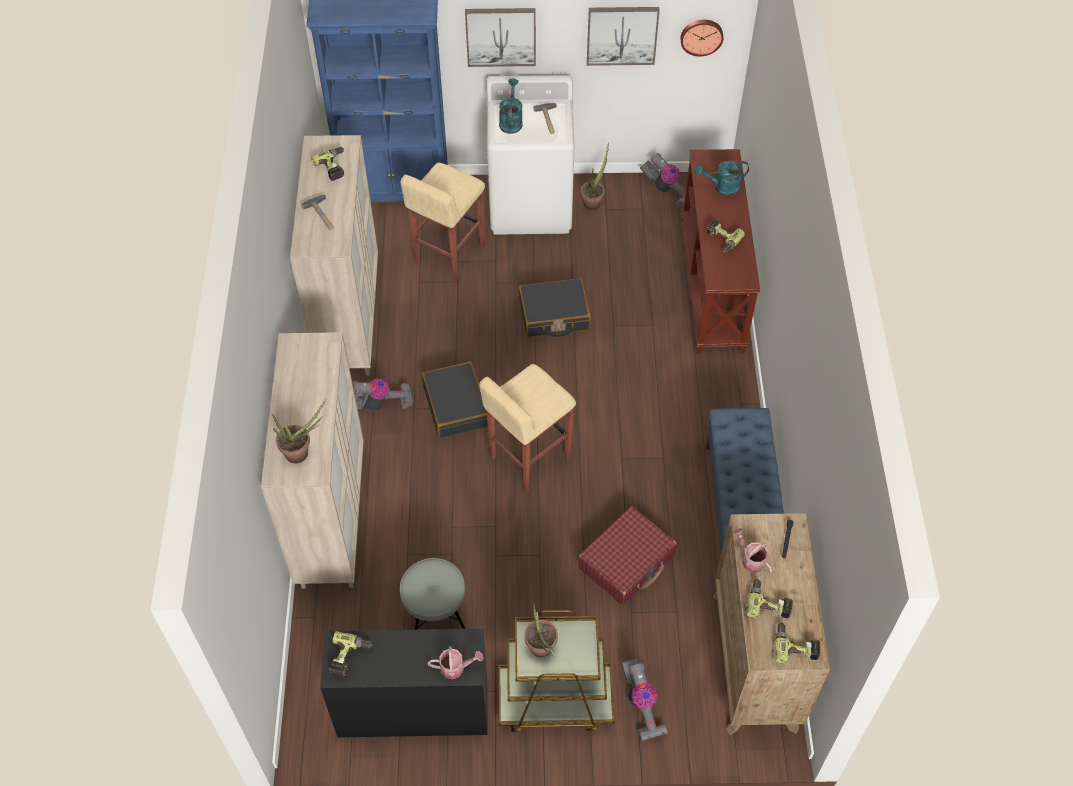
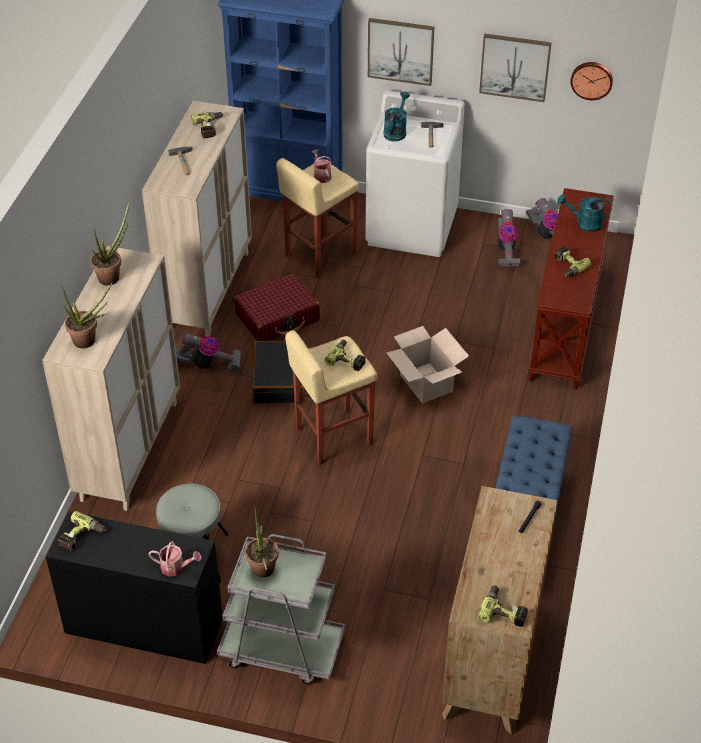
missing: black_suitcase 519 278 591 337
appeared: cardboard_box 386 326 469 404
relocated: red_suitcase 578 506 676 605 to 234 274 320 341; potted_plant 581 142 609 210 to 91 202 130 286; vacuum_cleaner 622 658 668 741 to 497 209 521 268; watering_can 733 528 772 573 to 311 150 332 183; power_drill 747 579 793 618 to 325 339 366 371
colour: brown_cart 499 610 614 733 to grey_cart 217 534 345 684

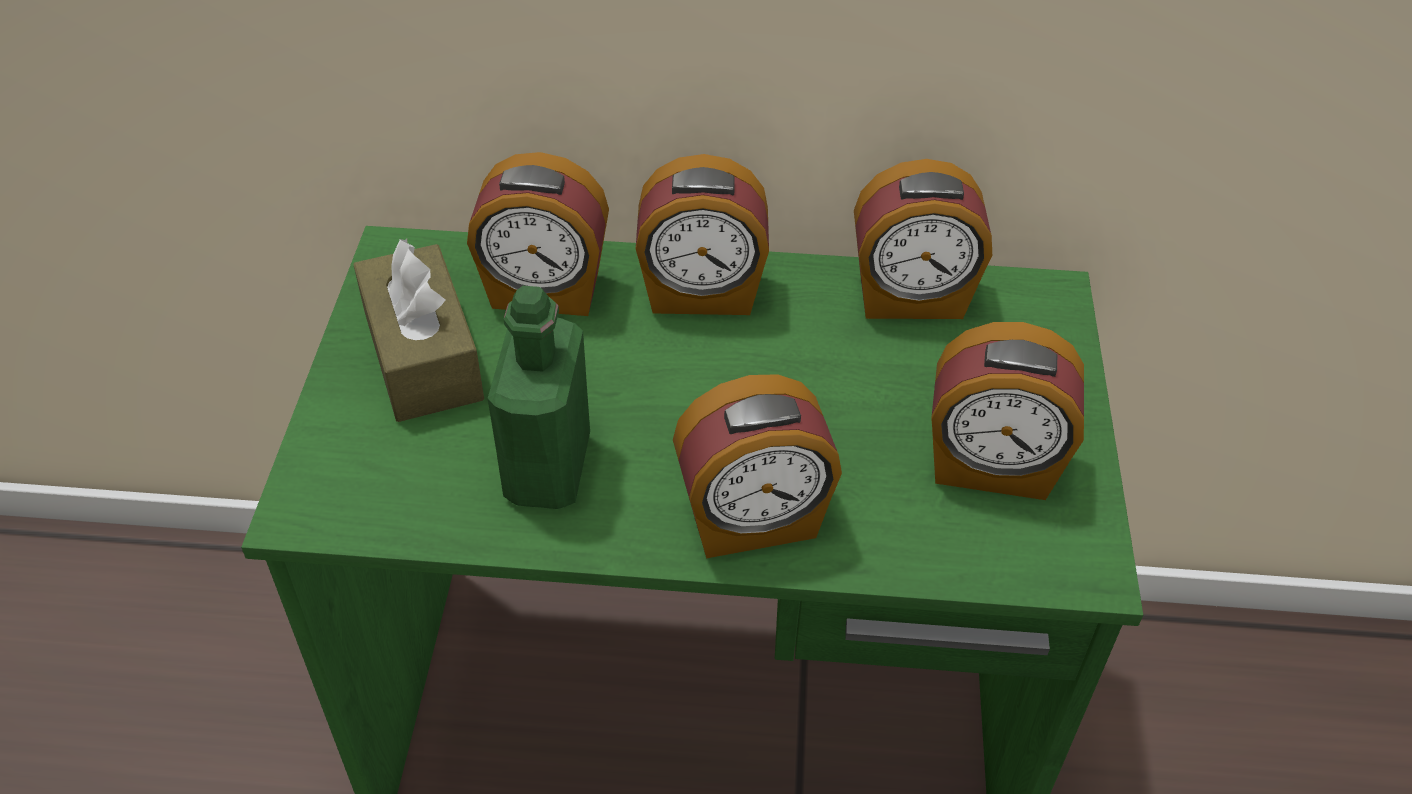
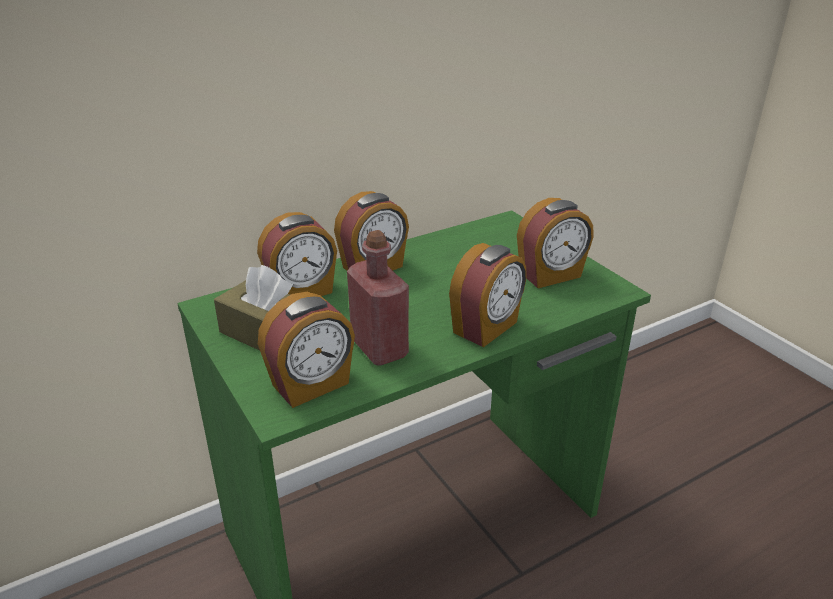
relocated: alarm_clock 854 159 992 319 to 258 292 355 408
colour: green_bottle 488 286 590 509 to red_bottle 347 230 409 366

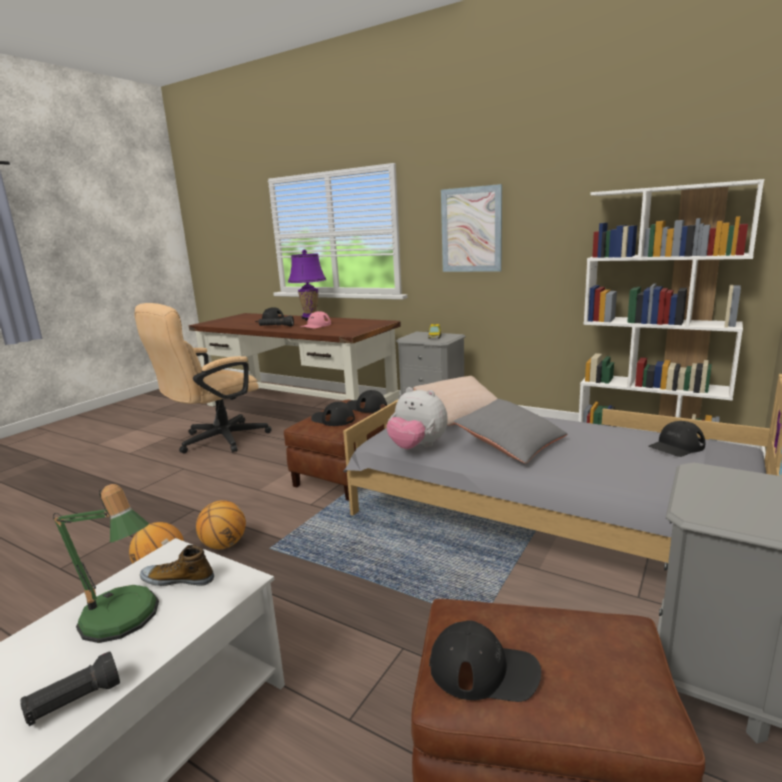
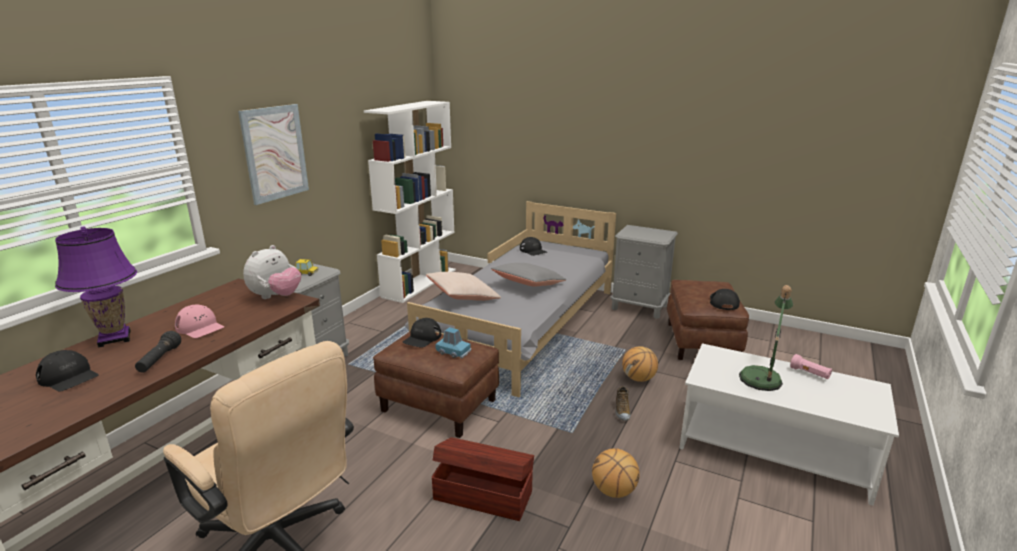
appeared: brown_storage_box 432 437 534 521
relocated: shoe 140 545 214 586 to 615 386 631 421; basketball 196 500 246 549 to 622 346 658 382; plush_toy 386 387 448 449 to 243 245 301 299
exchanged: black_cap 311 402 355 426 to blue_toy_car 435 327 471 359
colour: black_flashlight 20 652 120 726 to pink_flashlight 790 354 832 379

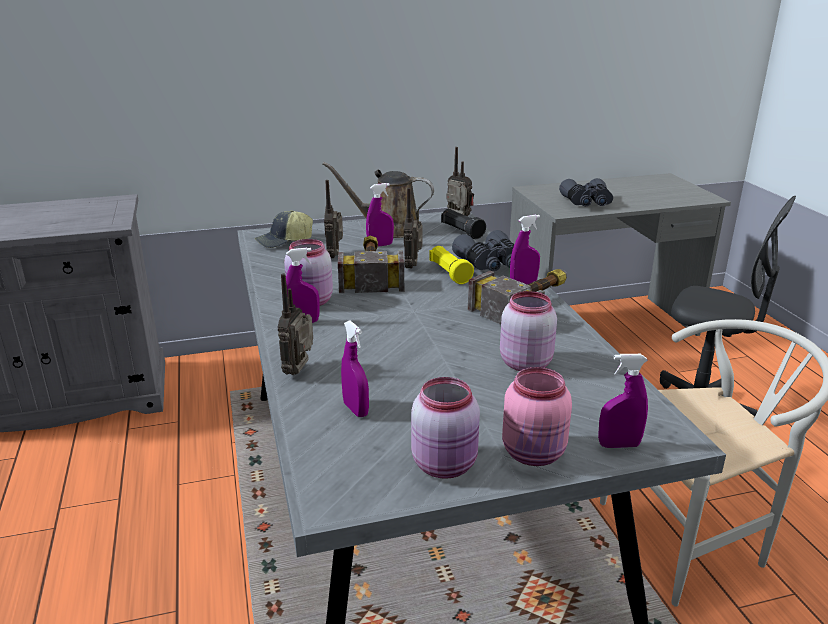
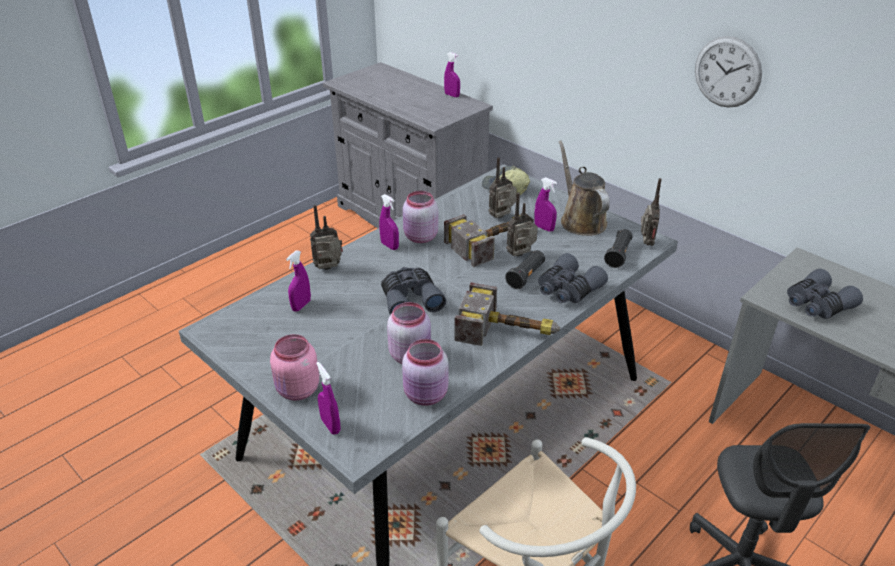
appeared: grey_binoculars 381 267 446 315; wall_clock 695 36 762 108
relocated: pink_jar 411 377 480 479 to 402 339 448 406; purple_spray_bottle 510 215 540 284 to 444 52 460 97
colour: yellow_flashlight 429 246 474 284 to black_flashlight 505 250 545 289

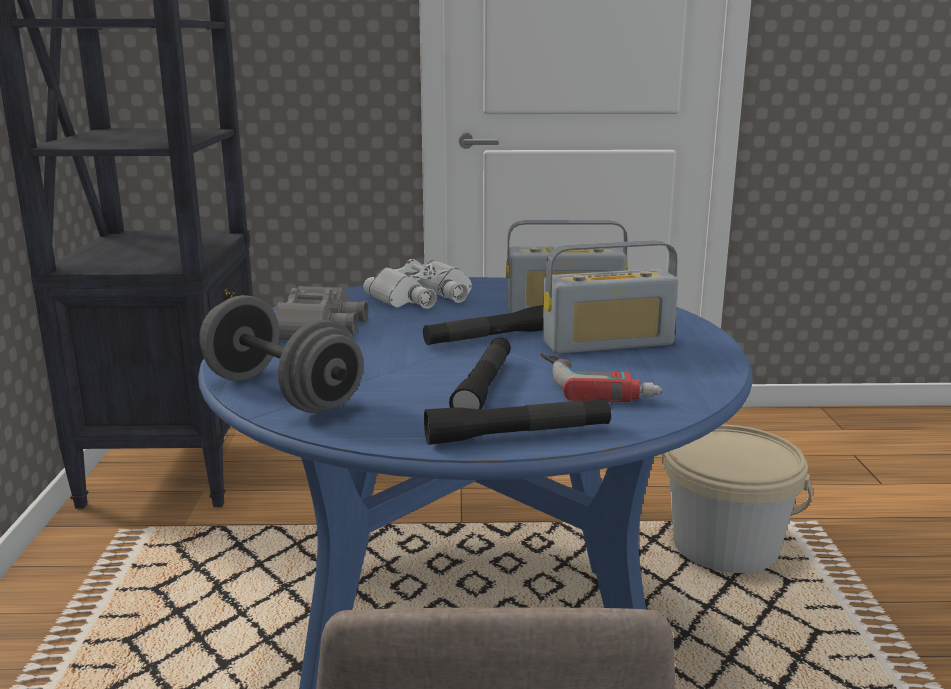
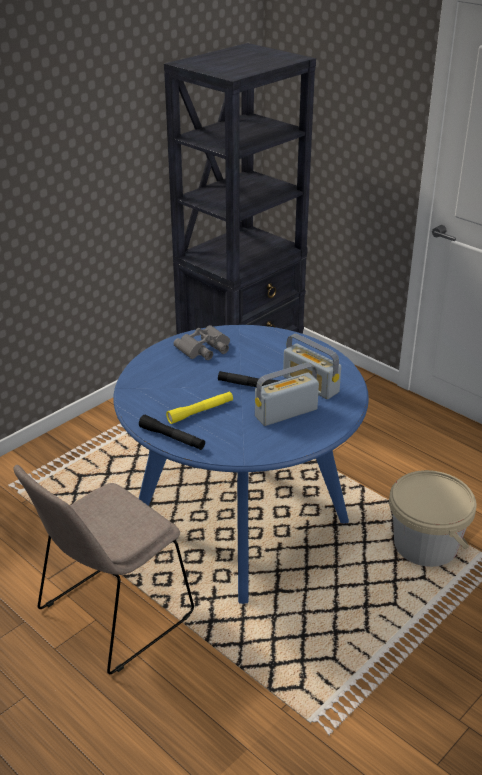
missing: grey_dumbbell 199 295 364 413; white_binoculars 364 259 472 309; power_drill 540 353 662 402
colour: black_flashlight 449 337 511 409 to yellow_flashlight 166 391 233 424
spun: radio 543 240 678 354 = 255 363 319 426 120 degrees clockwise

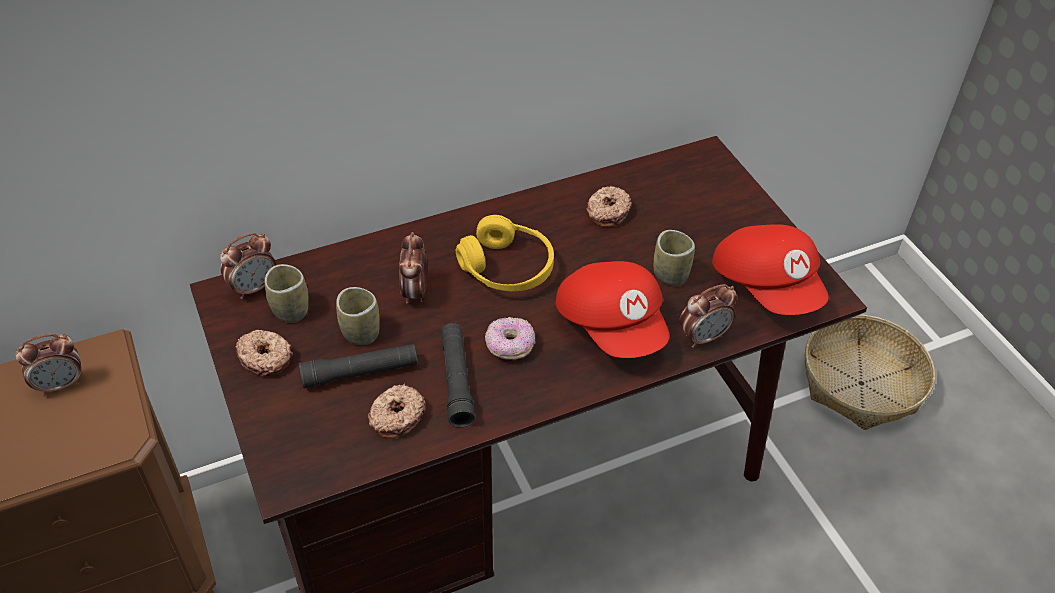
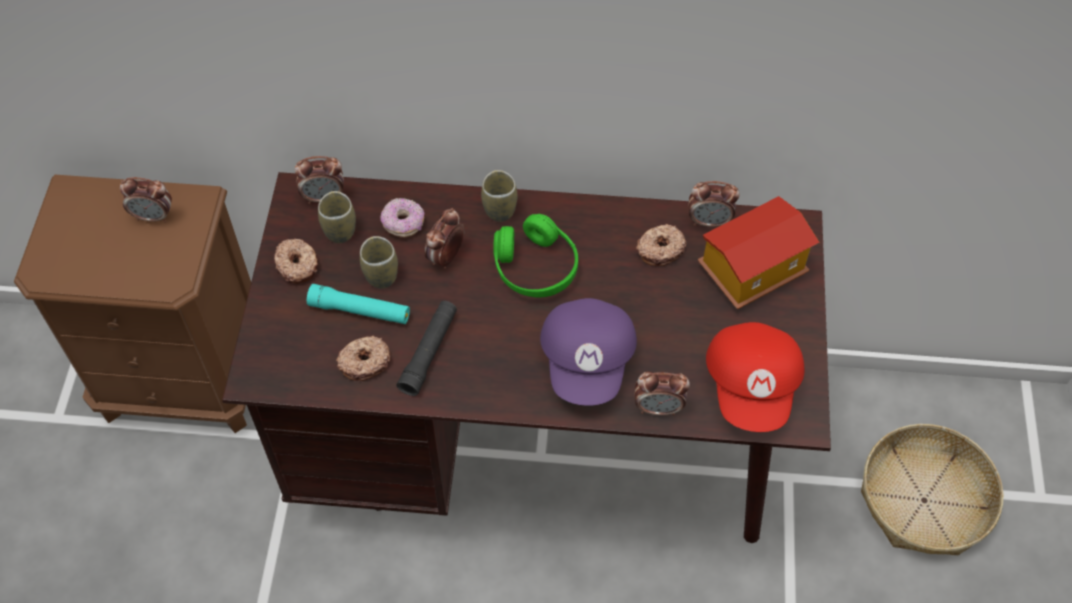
appeared: alarm_clock 688 181 740 227; toy_house 698 196 819 309
relocated: donut 485 317 535 360 to 380 198 424 237; cup 654 230 695 286 to 481 170 517 222
colour: black_flashlight 299 344 417 388 to turquoise_flashlight 307 284 410 324; yellow_headphones 456 215 554 292 to green_headphones 493 214 578 298; red_cap 556 261 670 358 to purple_cap 540 298 637 406

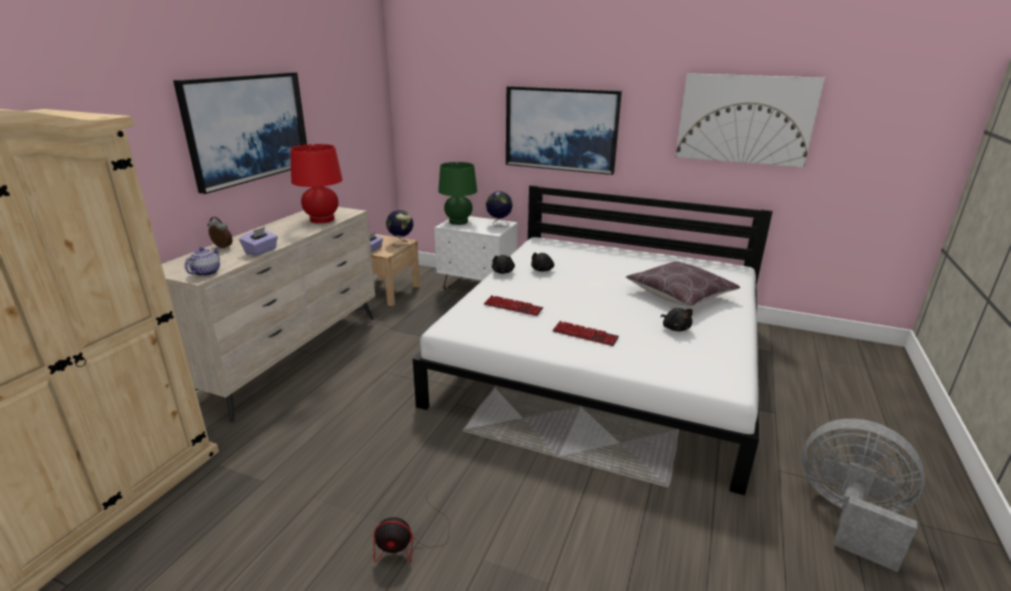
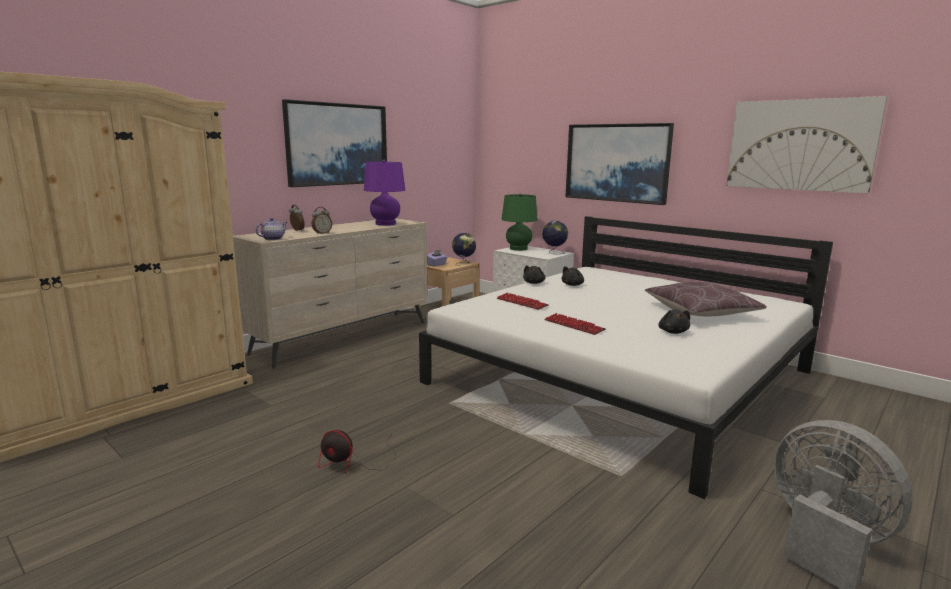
exchanged: purple_tissue_box 239 227 278 256 to alarm_clock 312 207 332 235
colour: red_table_lamp 290 144 343 223 to purple_table_lamp 364 160 405 226

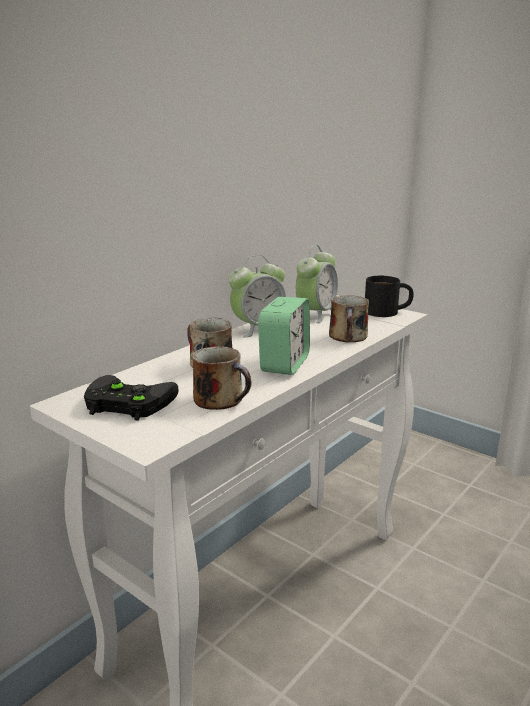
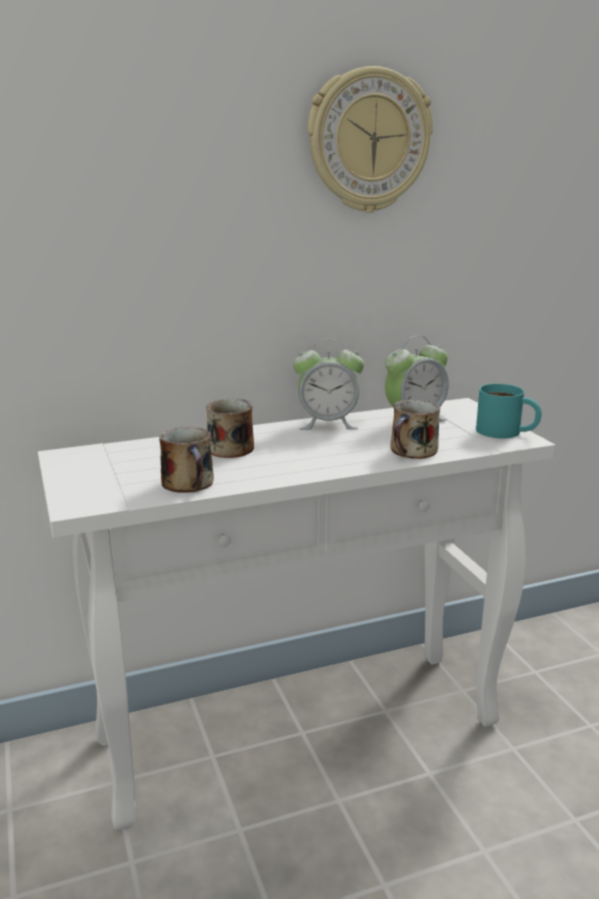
missing: black_game_controller 84 375 179 421; alarm_clock 258 297 310 375
appeared: wall_clock 307 66 433 213
colour: black_mug 365 276 414 317 to turquoise_mug 476 384 542 438

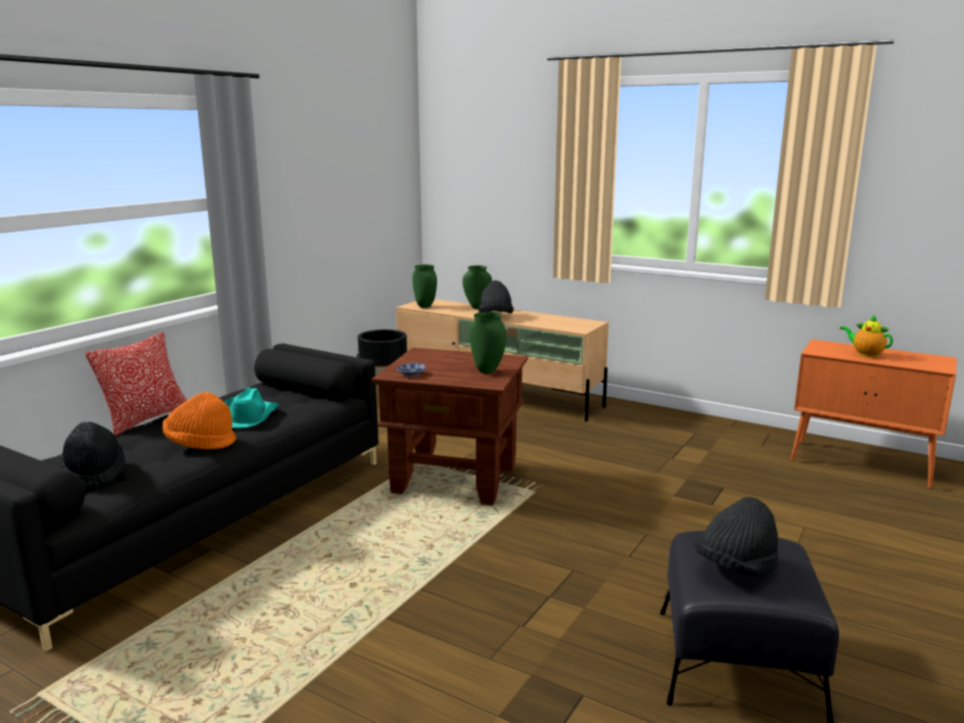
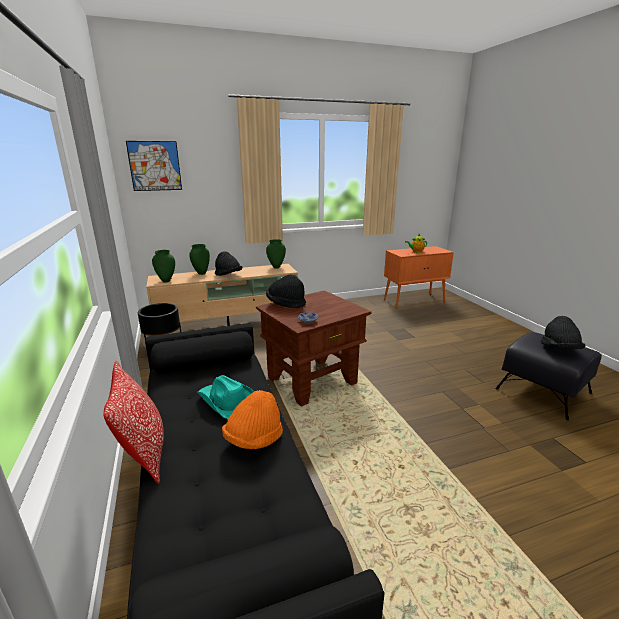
appeared: picture 126 141 182 191
relocated: black_hat 61 422 126 488 to 266 274 306 308; green_vase 469 312 506 374 to 266 239 286 269

